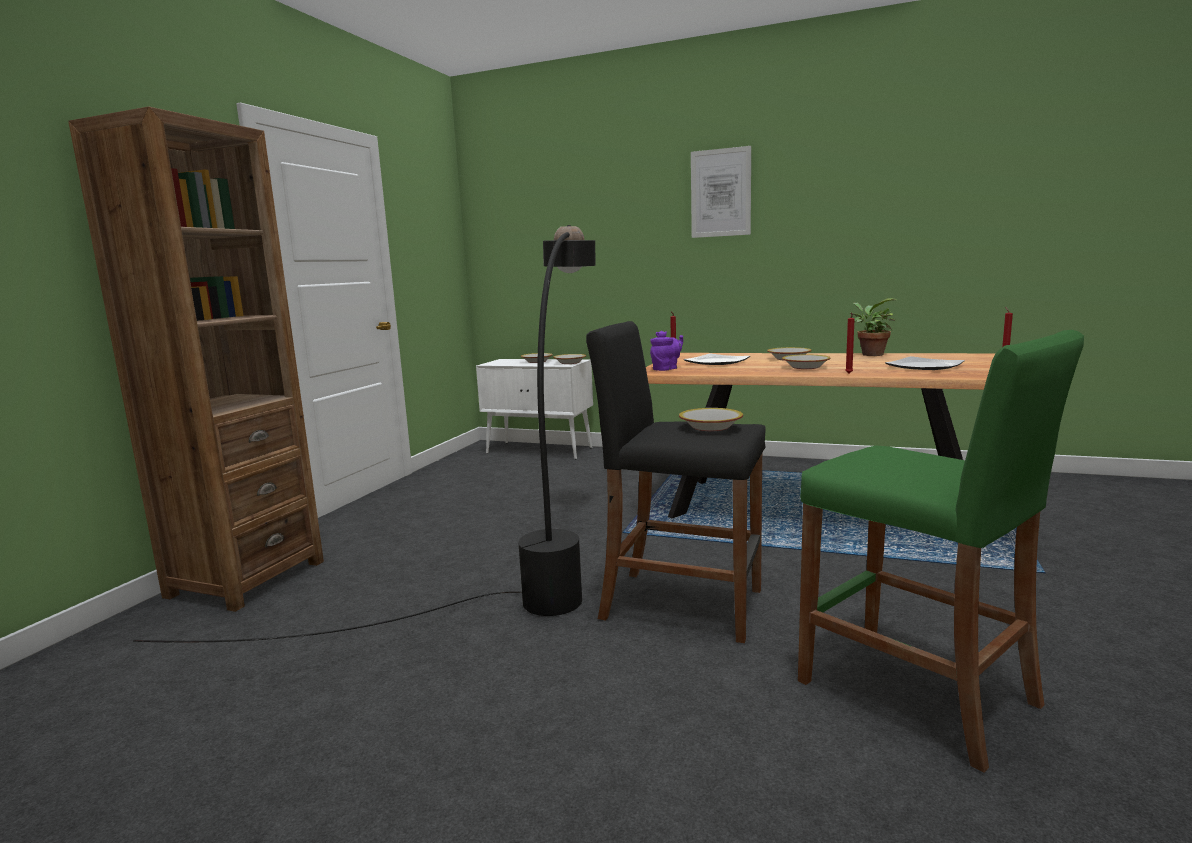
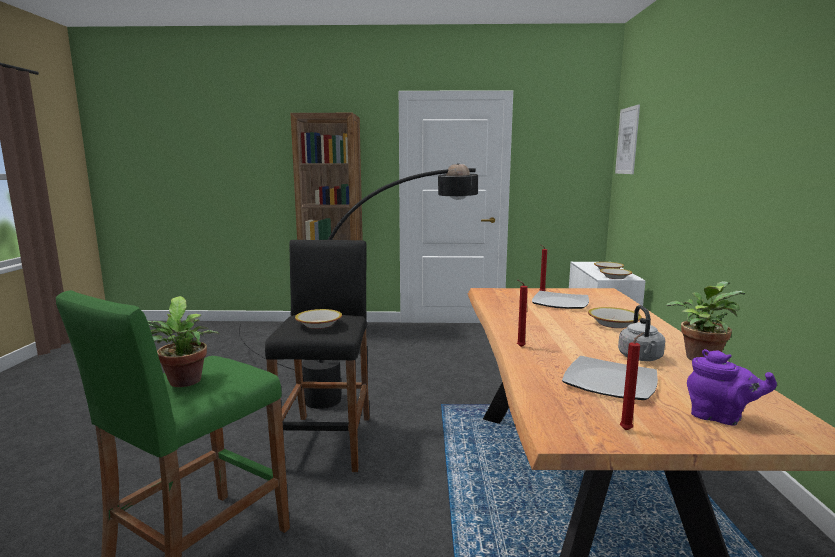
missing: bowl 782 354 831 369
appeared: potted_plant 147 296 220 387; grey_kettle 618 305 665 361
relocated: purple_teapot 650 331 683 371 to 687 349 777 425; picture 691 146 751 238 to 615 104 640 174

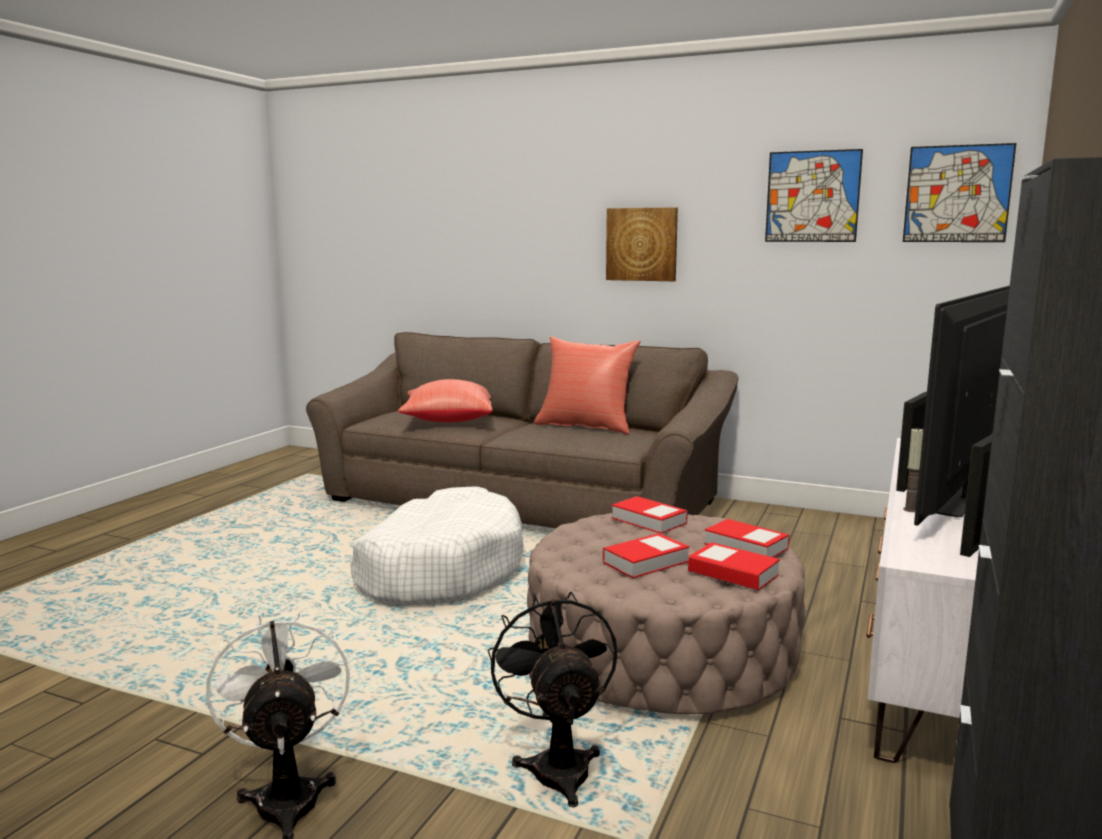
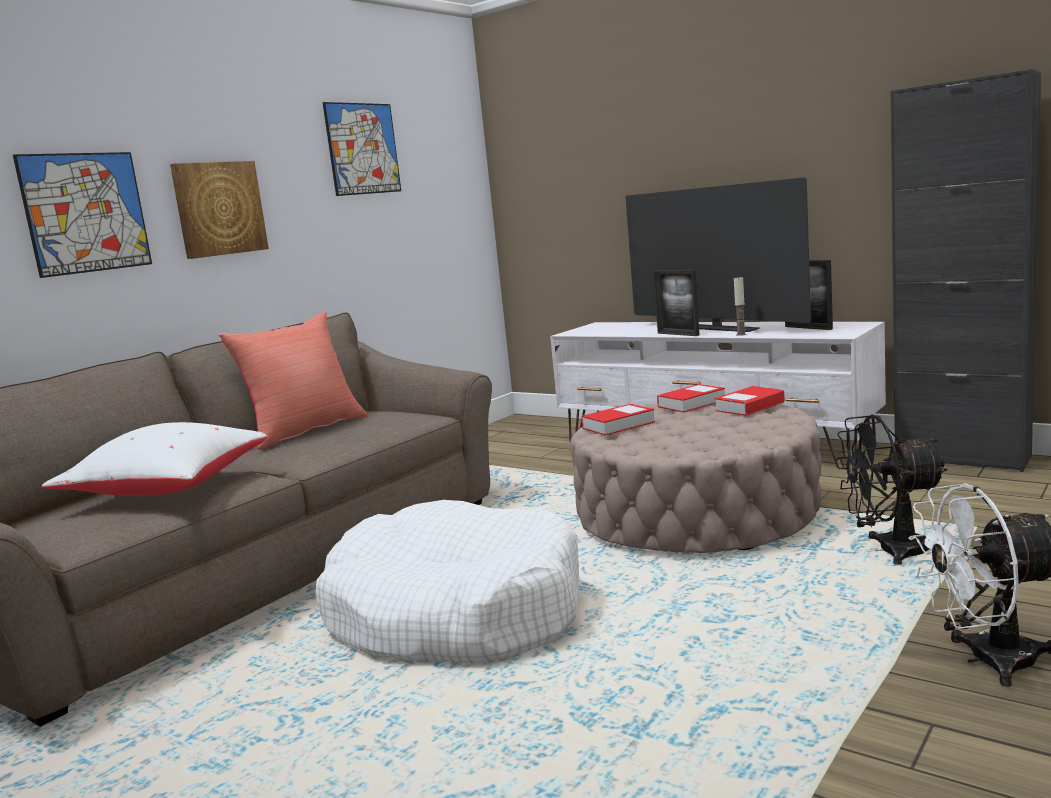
missing: book 603 533 690 578
relocated: picture 903 143 1016 242 to 13 152 152 278
colour: red_pillow 398 379 493 422 to white_pillow 42 422 267 496

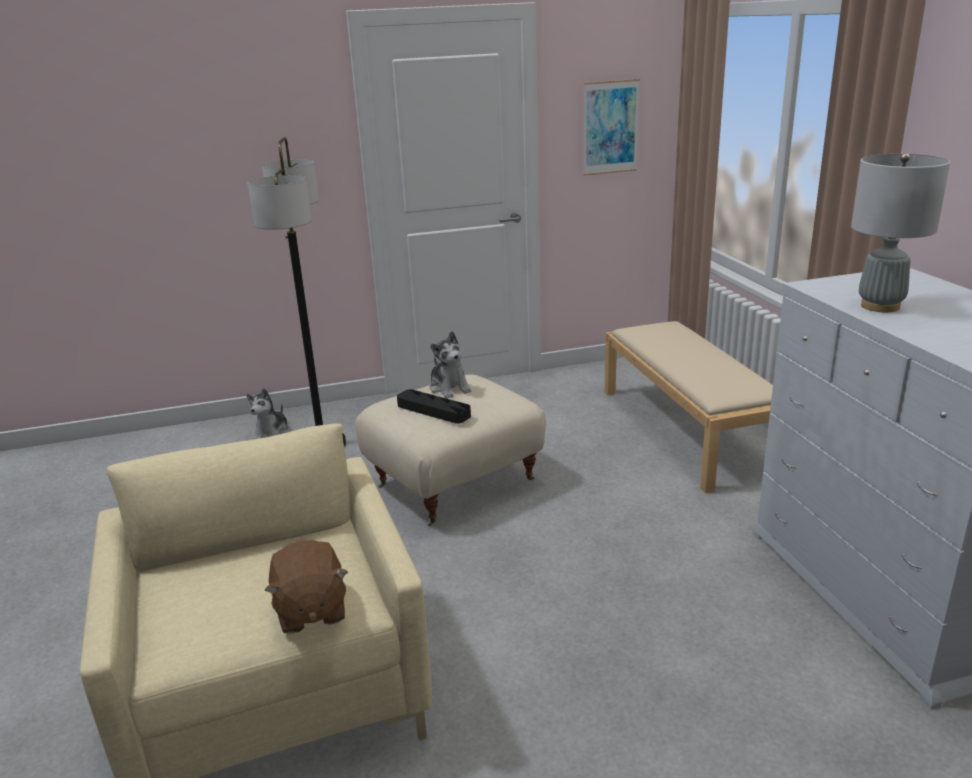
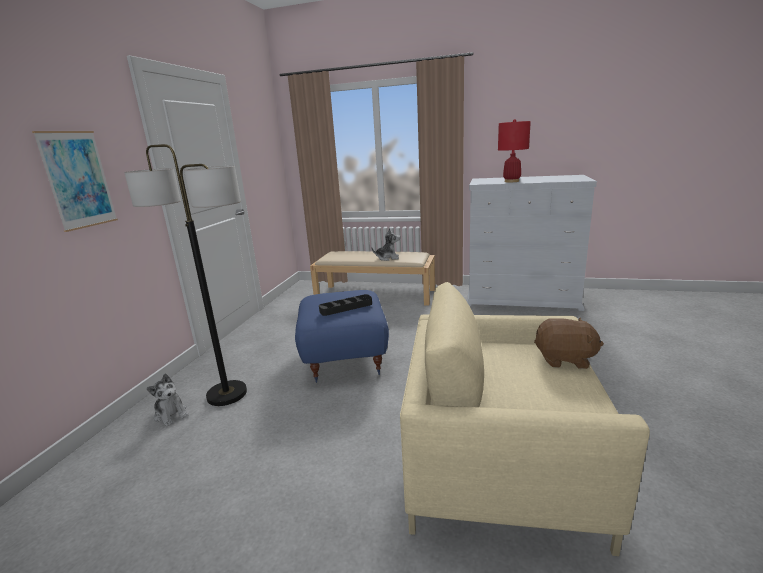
relocated: plush_toy 430 331 471 398 to 372 228 400 261; picture 583 79 640 176 to 32 131 118 232
colour: beige_ottoman 355 375 546 527 to blue_ottoman 295 290 389 383; grey_table_lamp 851 153 950 312 to red_table_lamp 498 119 531 182

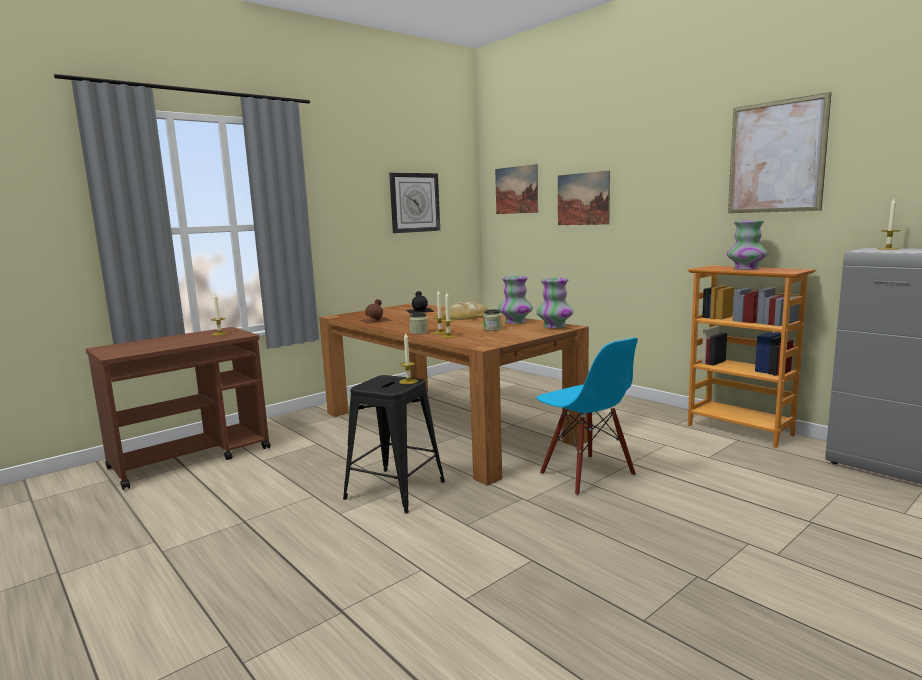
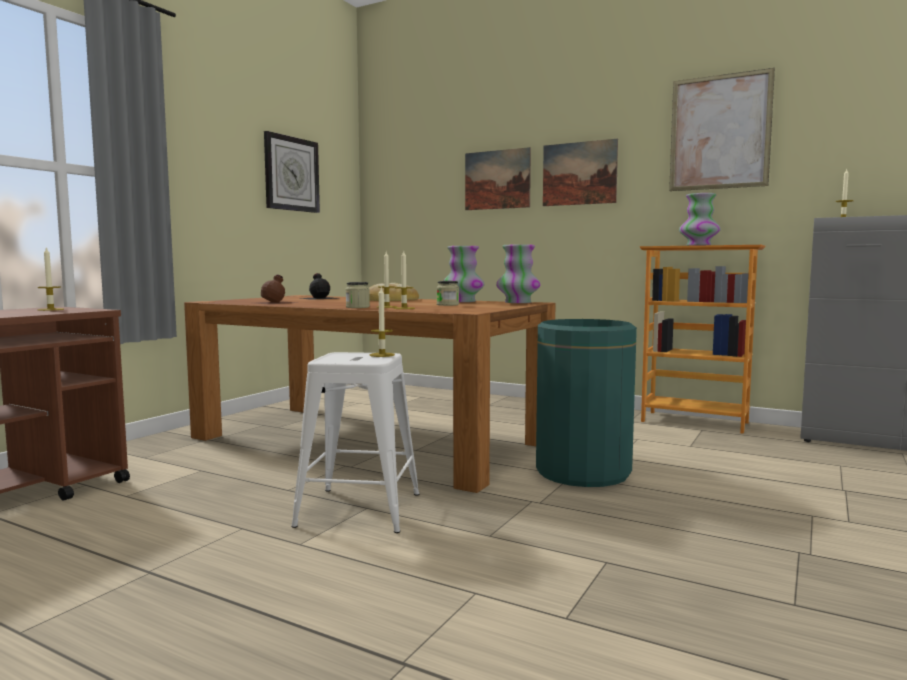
relocated: picture 495 164 538 214 to 543 138 618 206
exchanged: blue_chair 536 338 638 496 to green_trash_can 536 319 637 487
colour: black_stool 343 375 445 514 to white_stool 291 352 419 533

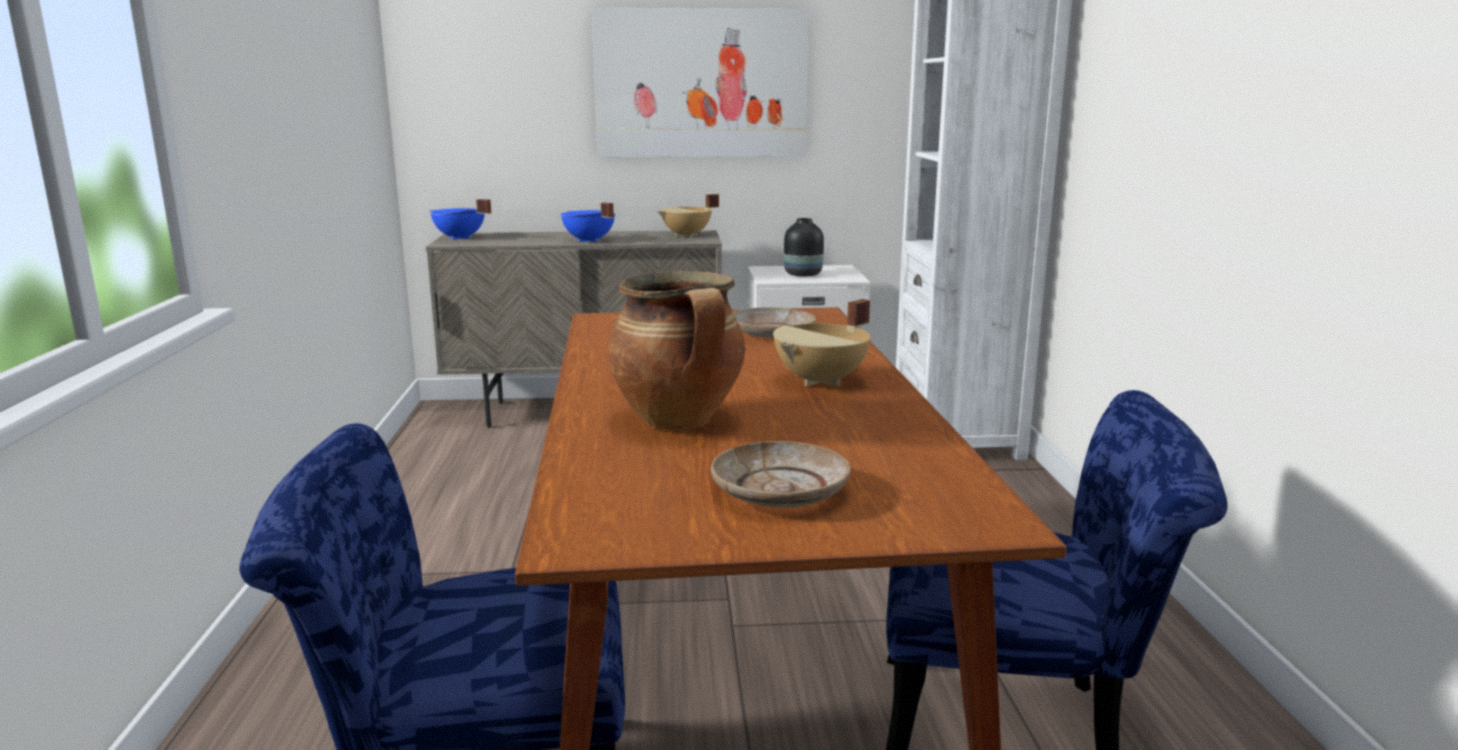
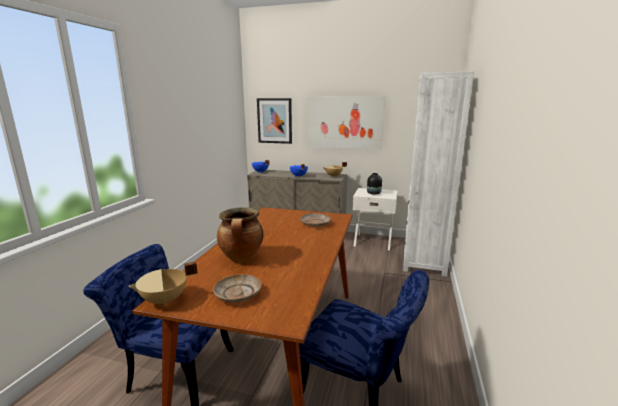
appeared: picture 257 98 292 144
relocated: beige_cooking_pot 773 299 871 386 to 128 262 198 306

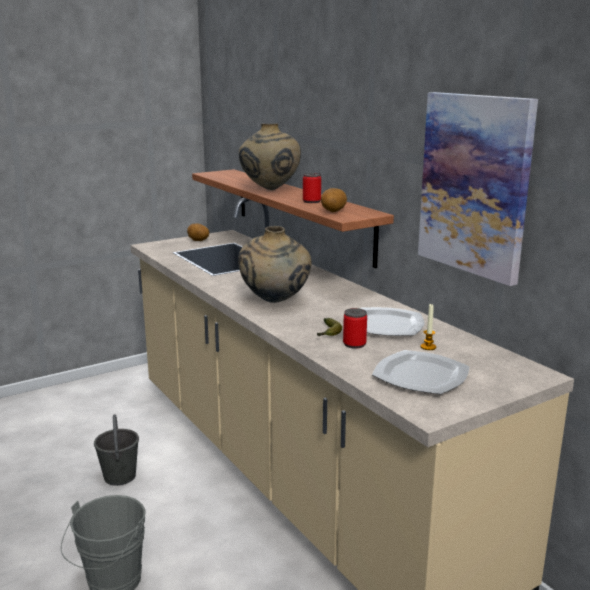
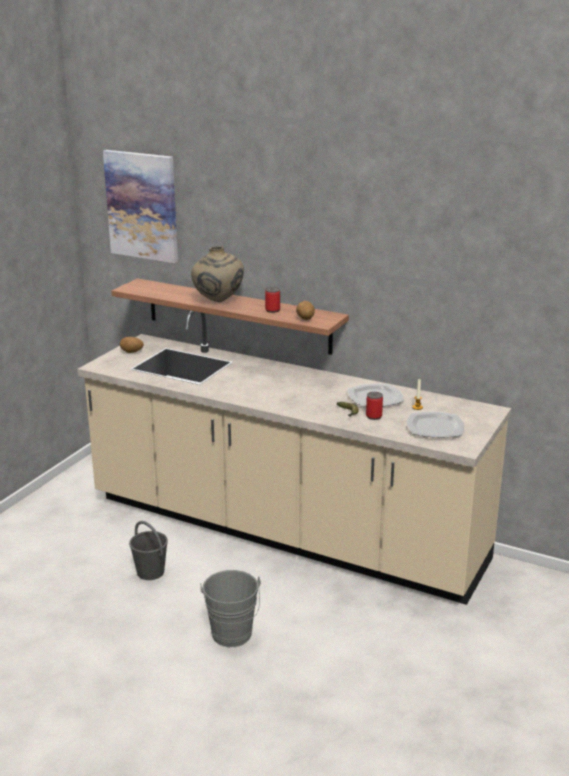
missing: beige_vase 238 226 311 303
relocated: picture 418 92 538 286 to 103 150 178 263

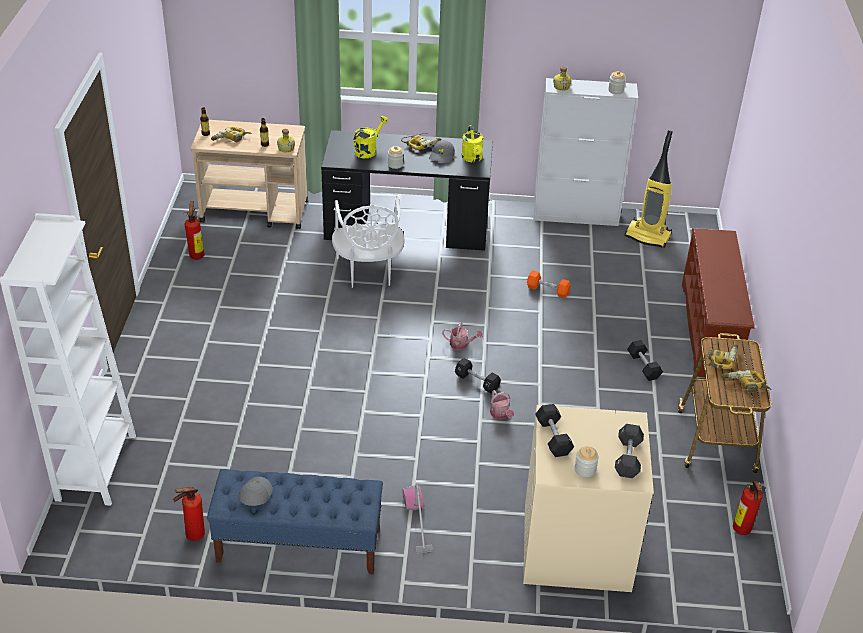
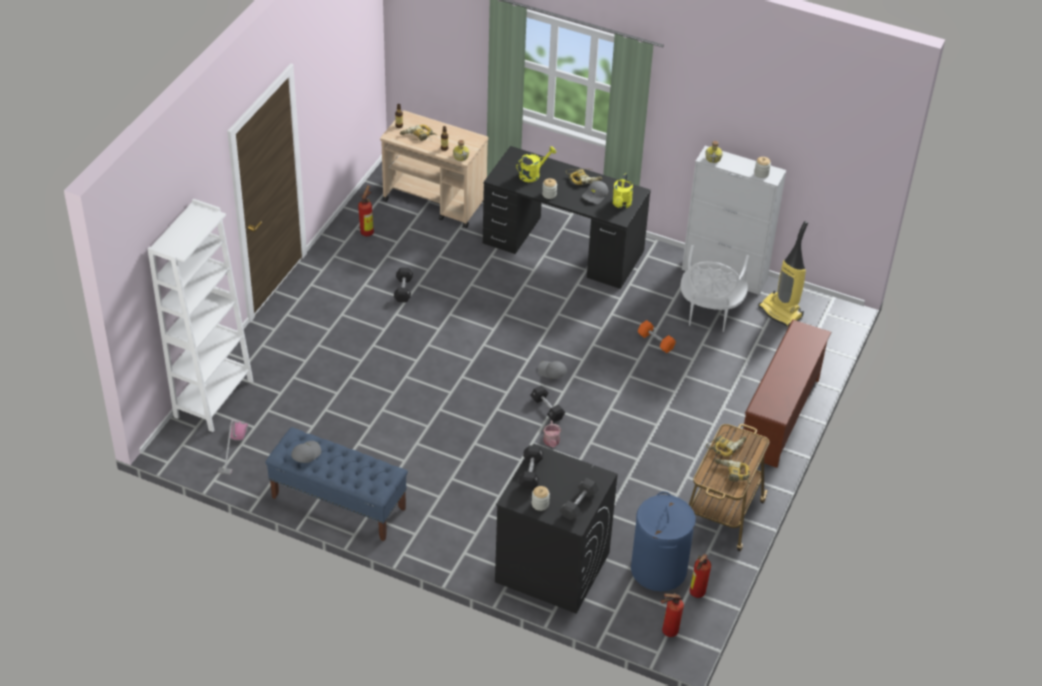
appeared: blue_laundry_basket 631 491 696 591
relocated: fire_extinguisher 173 487 205 541 to 661 593 684 637; white_chair 332 197 405 288 to 681 245 749 332; vacuum_cleaner 403 484 433 553 to 218 420 248 474; black_dumbbell 627 340 663 381 to 394 267 413 302
exchanged: watering_can 442 322 483 350 to grey_cap 538 361 567 379
colour: beige_washing_machine 523 405 654 592 to black_washing_machine 495 444 618 614

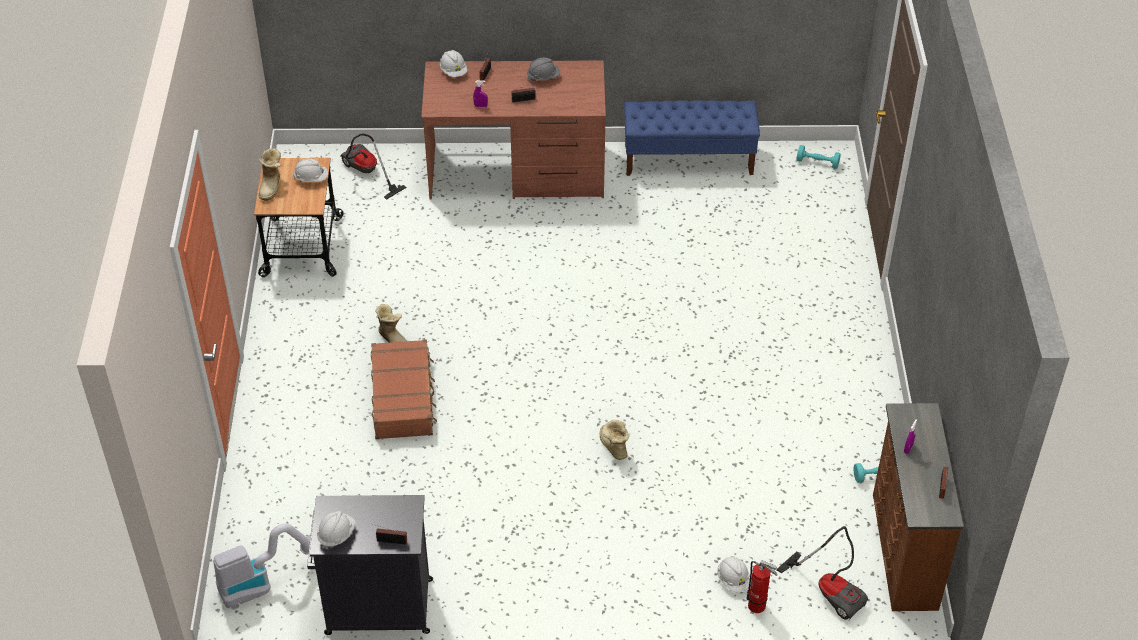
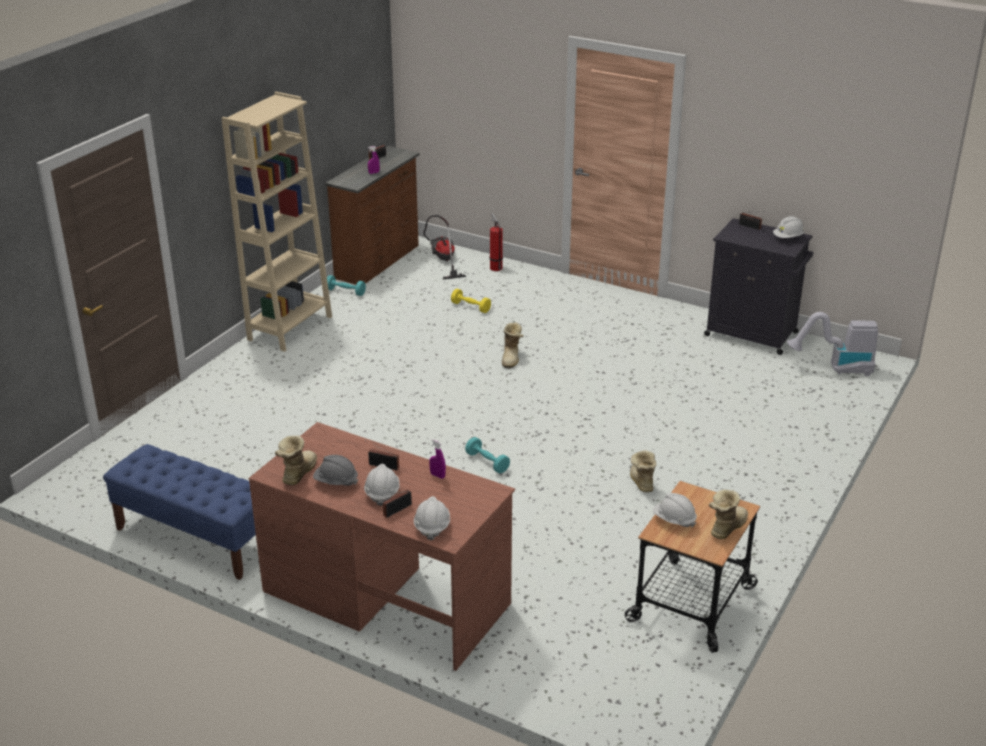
missing: vacuum_cleaner 340 133 407 200; brown_suitcase 371 339 437 439
appeared: beige_bookcase 222 92 332 352; boot 275 436 317 485; yellow_dumbbell 451 289 491 313
relocated: white_hard_hat 717 556 751 592 to 364 464 400 506; turquoise_dumbbell 797 145 841 169 to 465 437 510 474

